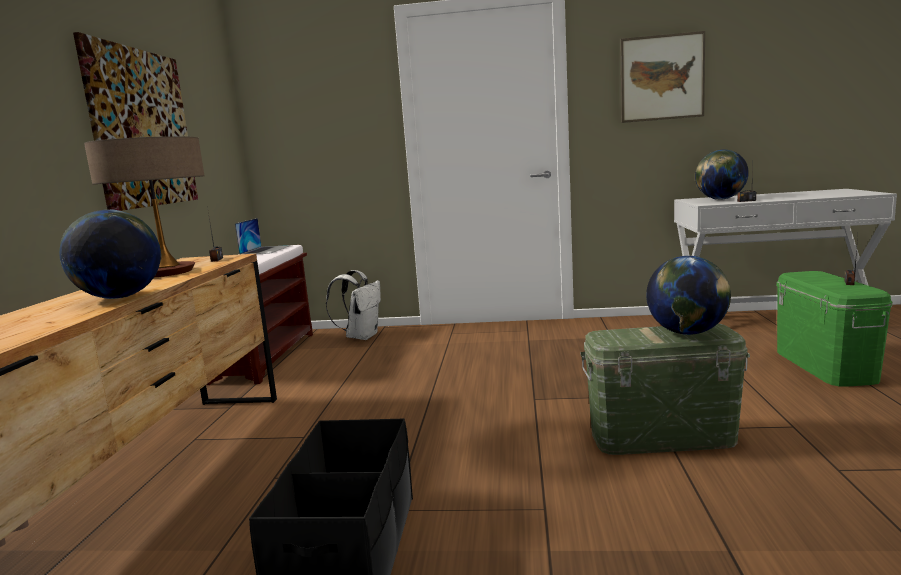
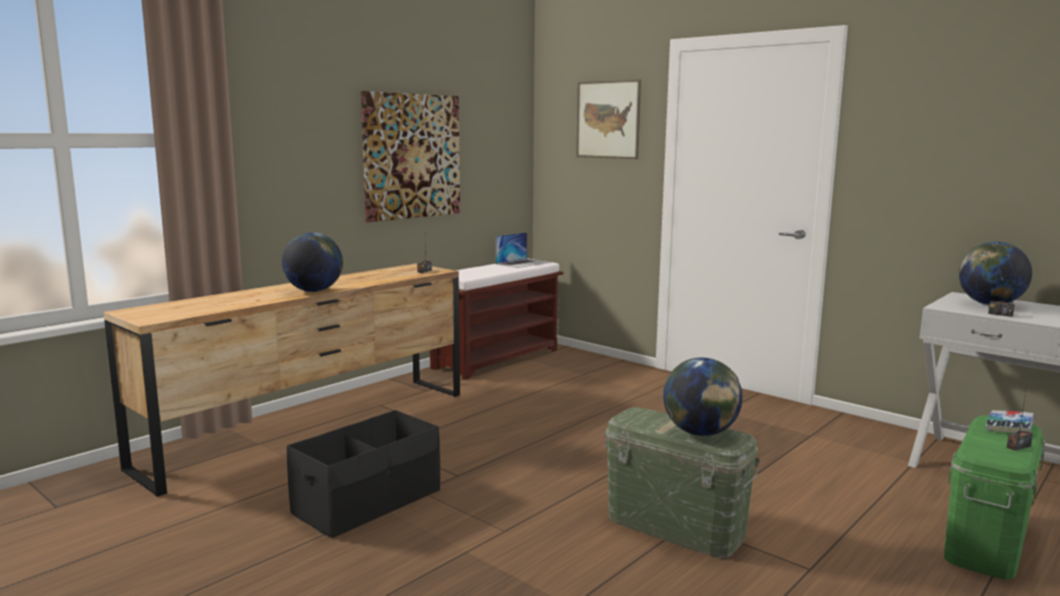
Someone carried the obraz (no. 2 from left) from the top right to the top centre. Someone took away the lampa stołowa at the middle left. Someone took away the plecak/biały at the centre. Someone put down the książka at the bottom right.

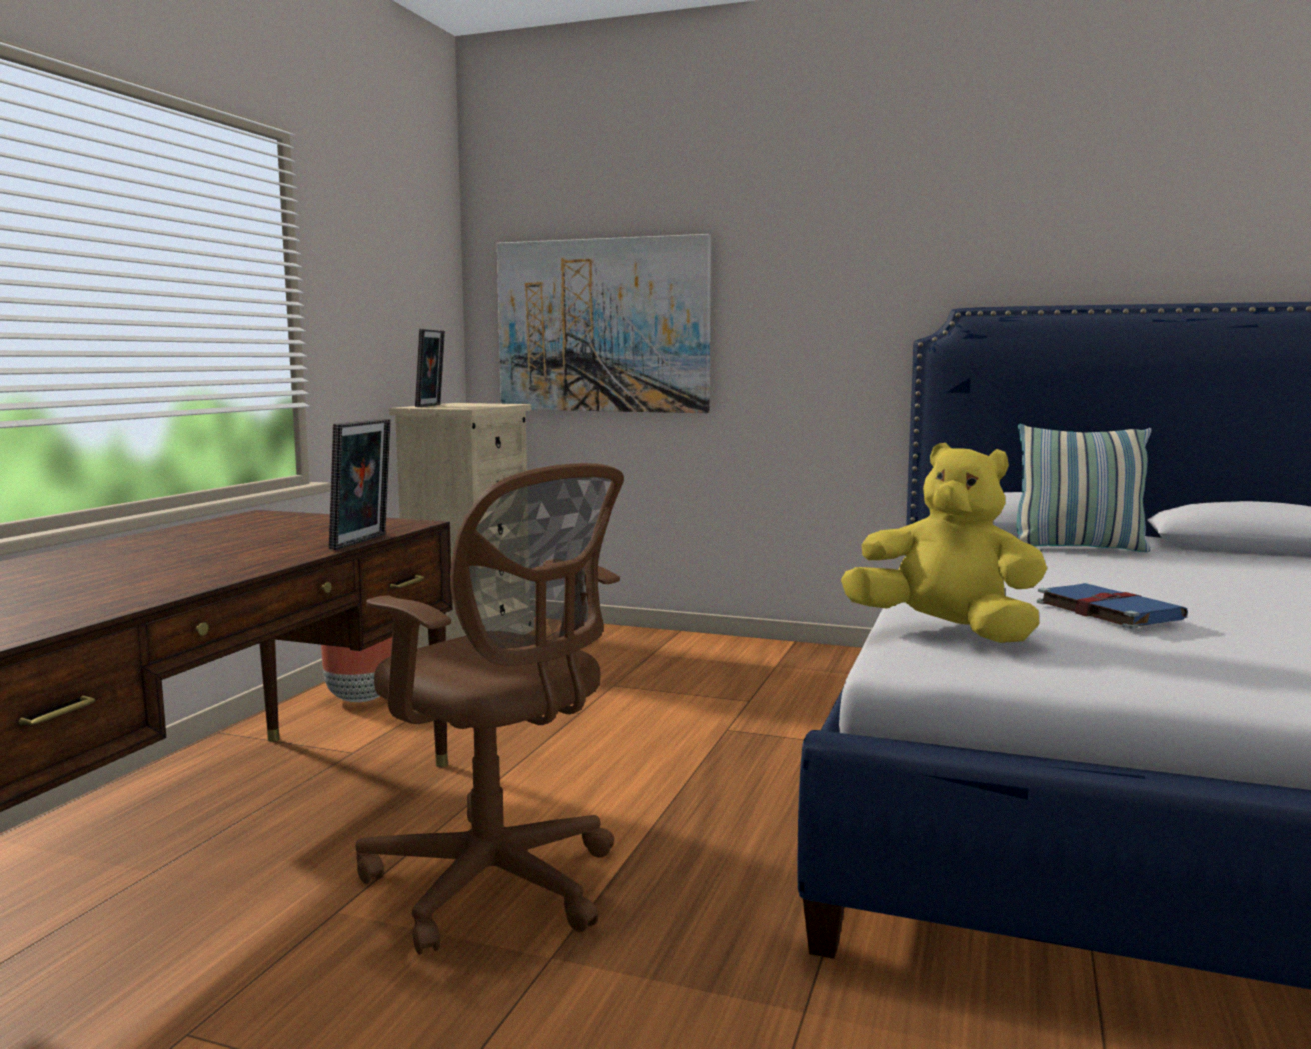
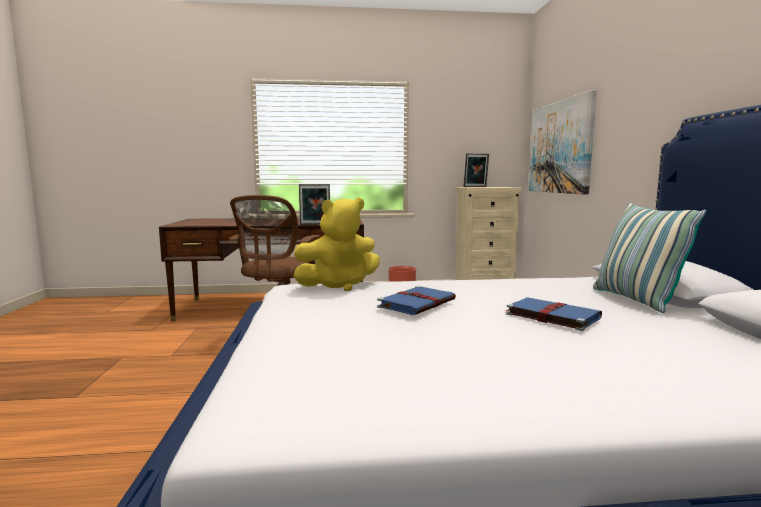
Someone rotated the pluszak/żółty at the middle right by 60 degrees clockwise. Someone put down the książka/niebieski (no. 2 from left) at the middle right.

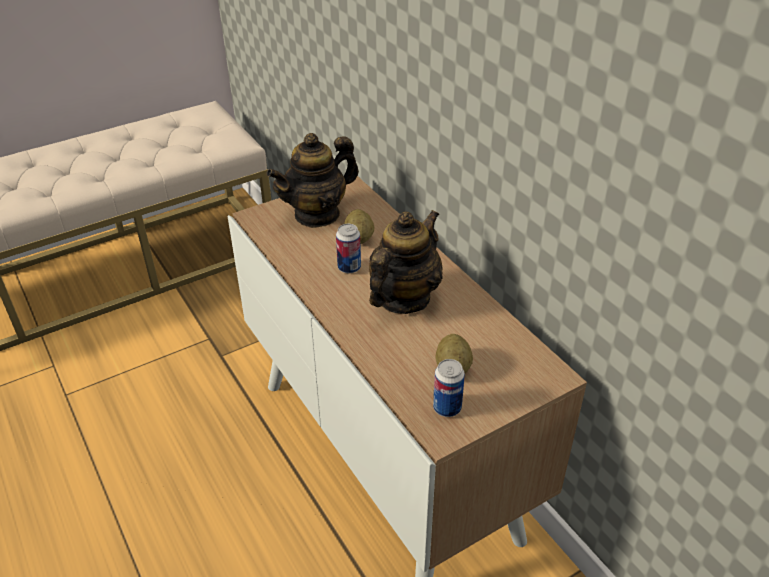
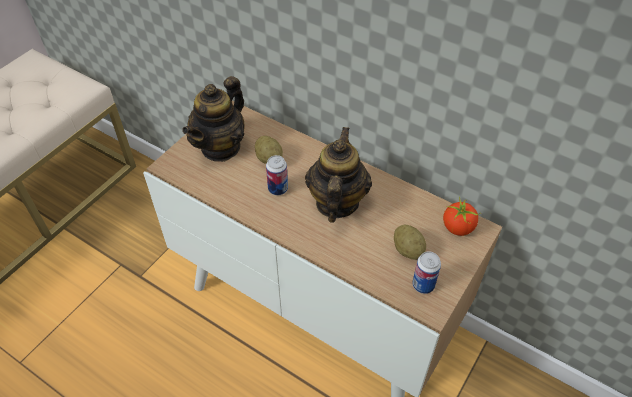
Someone put down the pomidor at the middle right.

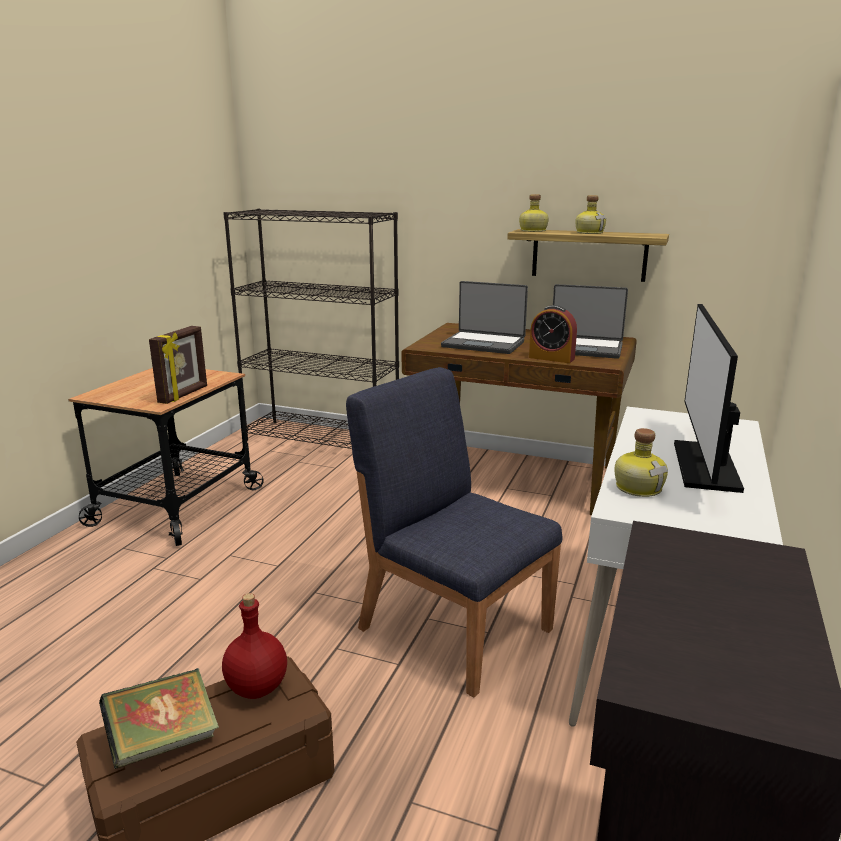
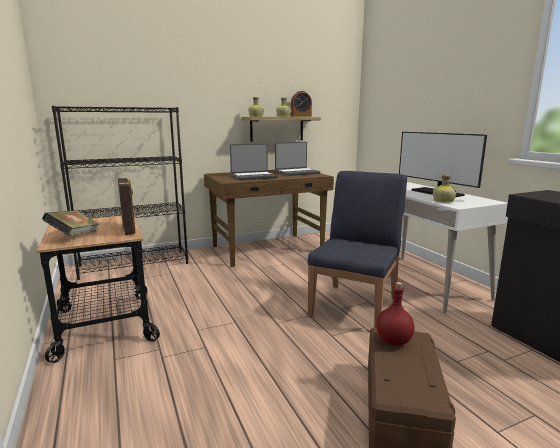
Someone carried the budzik from the centre to the top centre. Someone rotated the krzesło/niebieski at the centre by 120 degrees clockwise. Someone carried the książka from the bottom left to the middle left.

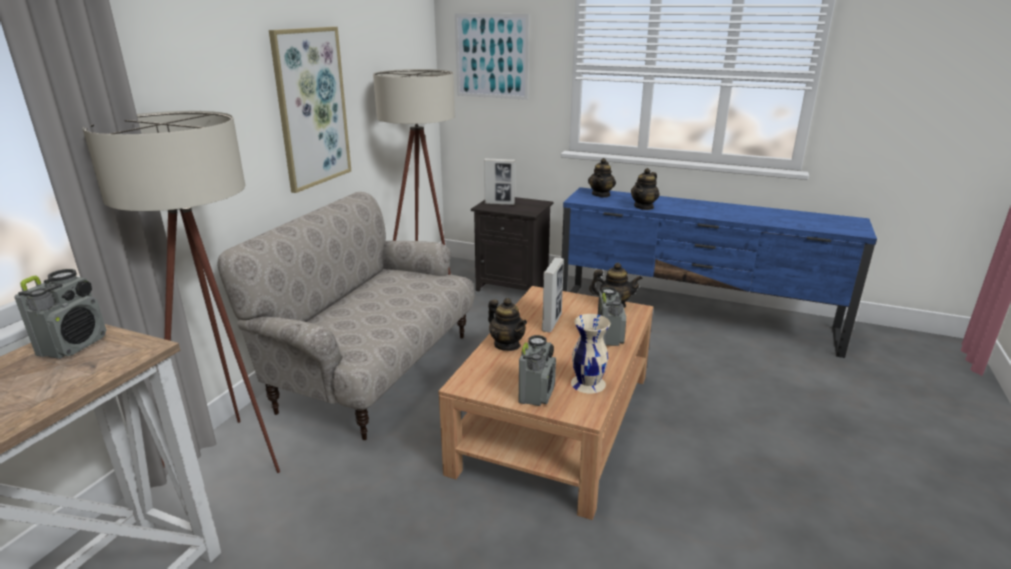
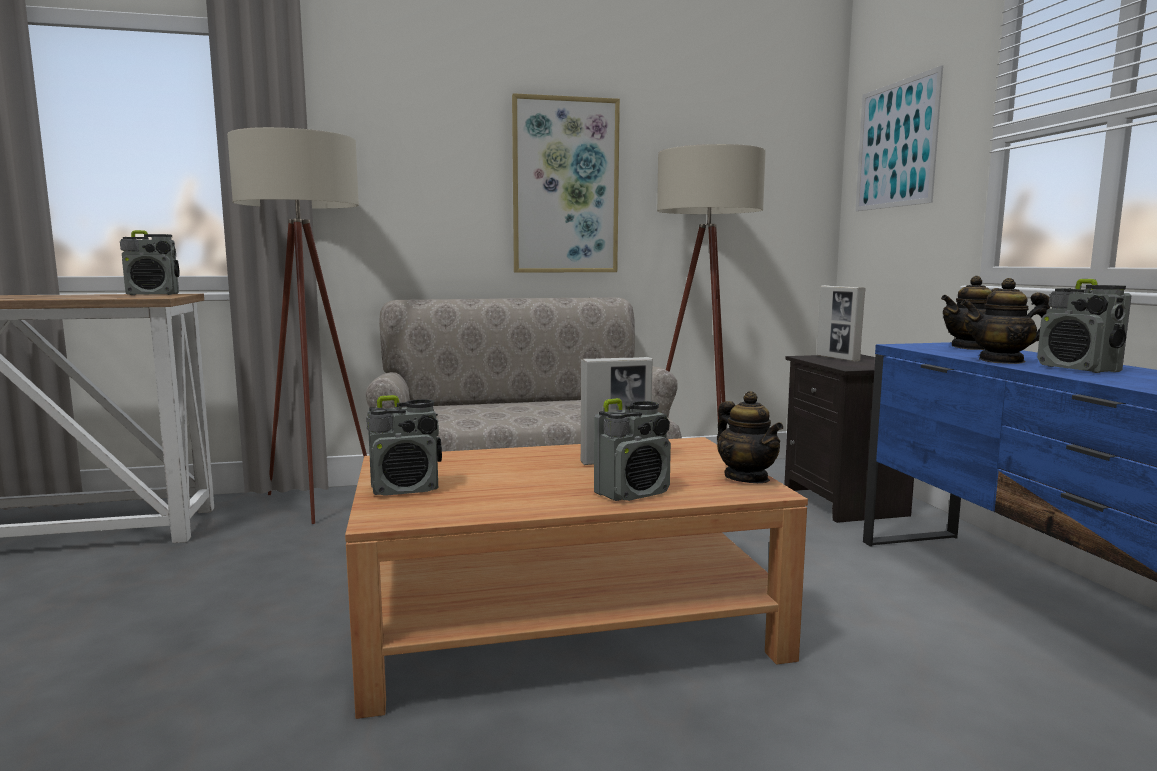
Someone took away the imbryk (no. 1 from left) at the centre. Someone took away the wazon/beżowy at the centre. Someone put down the radio (no. 4 from left) at the middle right.

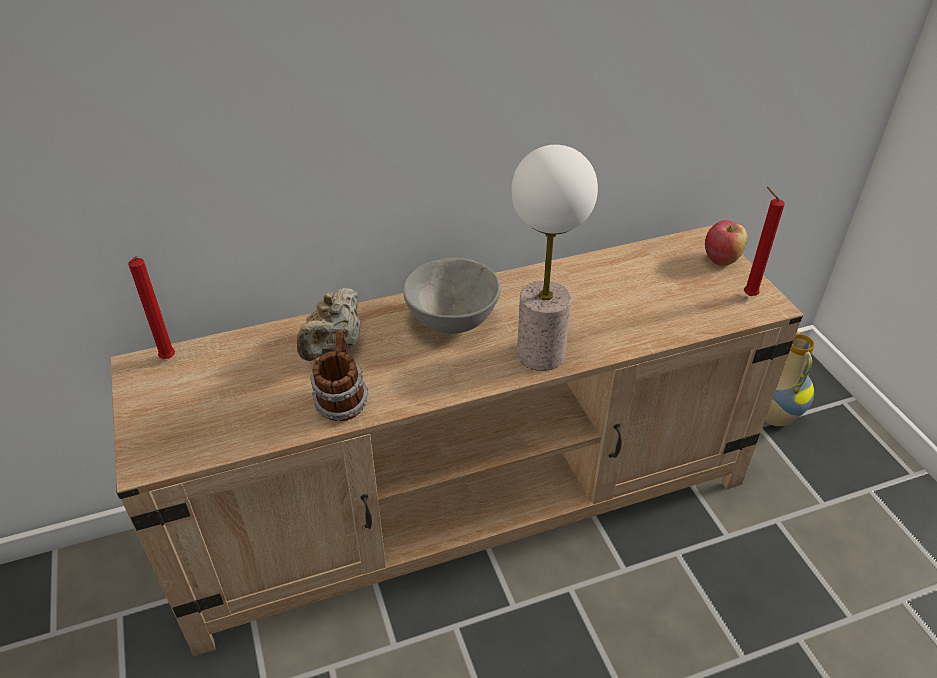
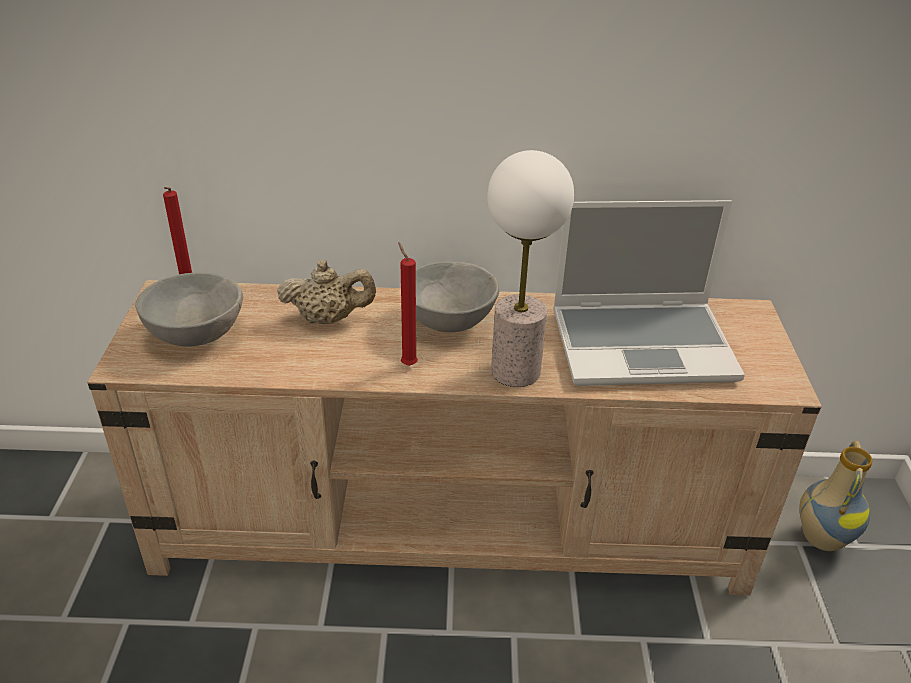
Someone carried the świeca/czerwony (no. 2 from left) from the middle right to the centre. Someone took away the jabłko at the middle right. Someone rotated the imbryk/beżowy at the centre by 135 degrees counterclockwise. Someone took away the kubek at the centre. Someone put down the laptop at the middle right. Someone put down the miska/szary (no. 1 from left) at the middle left.

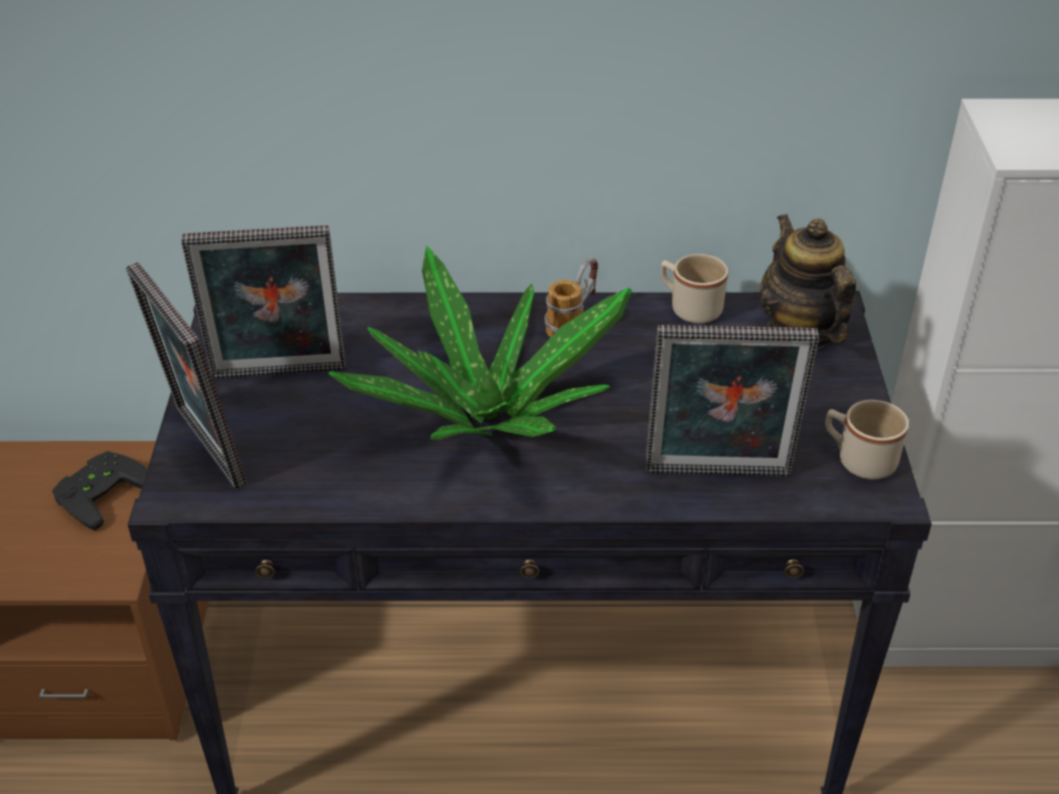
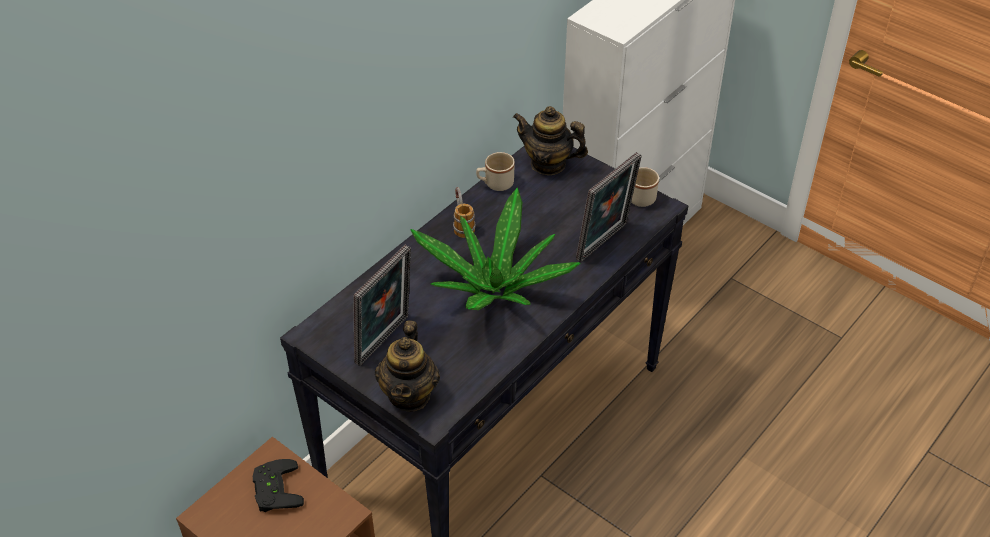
Someone swapped the ramka na zdjęcie (no. 1 from left) at the middle left for the imbryk (no. 1 from left) at the bottom centre.

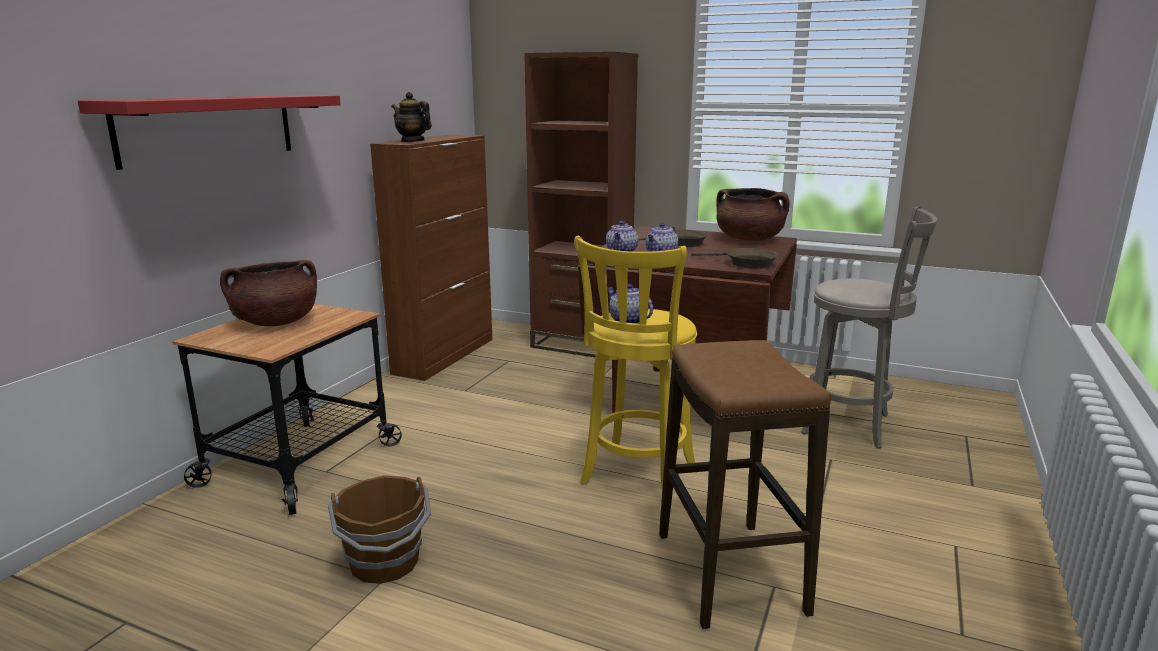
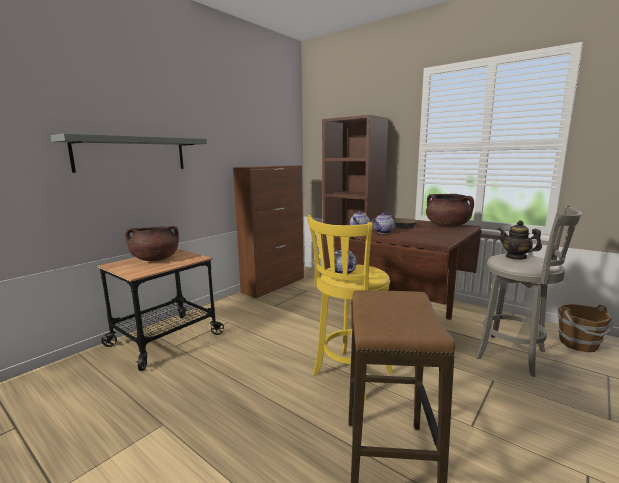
Someone carried the imbryk (no. 1 from left in the first image) from the top centre to the middle right. Someone repainted the półka/czerwony at the top left, which became the półka/szary at the top left. Someone took away the patelnia/brązowy (no. 2 from left) at the centre. Someone carried the wiadro/brązowy from the bottom left to the bottom right.

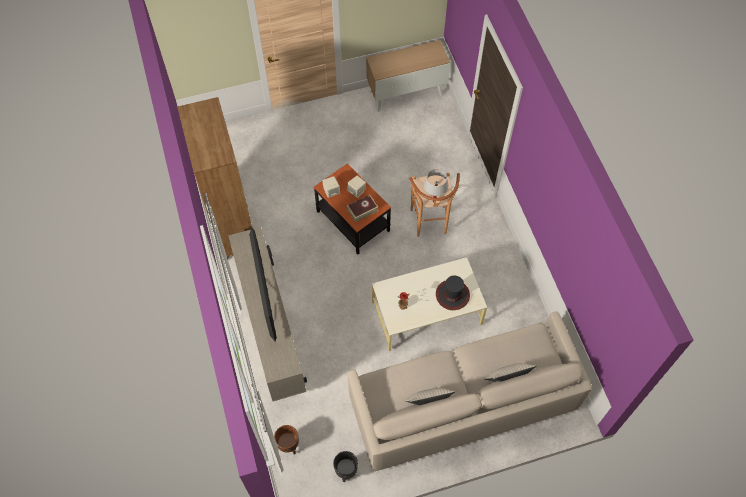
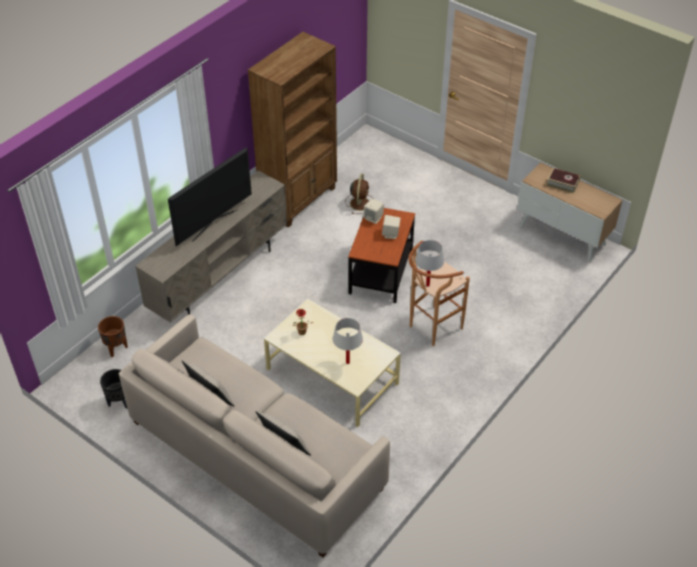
Someone carried the książka from the centre to the top right. Someone swapped the kapelusz at the centre for the lampa stołowa/biały (no. 1 from left) at the centre. Someone put down the wentylator/brązowy at the centre.

